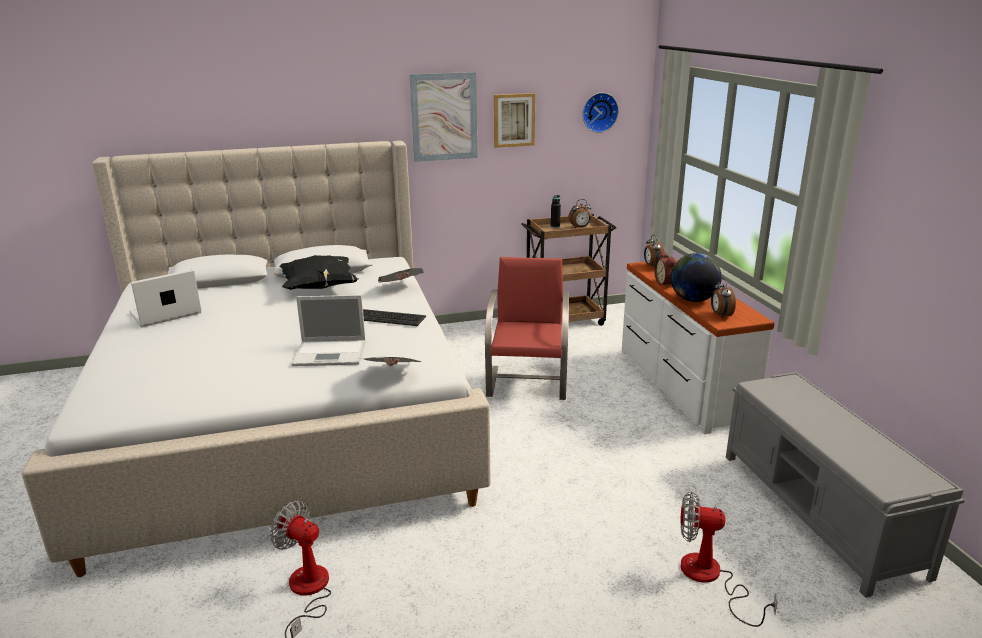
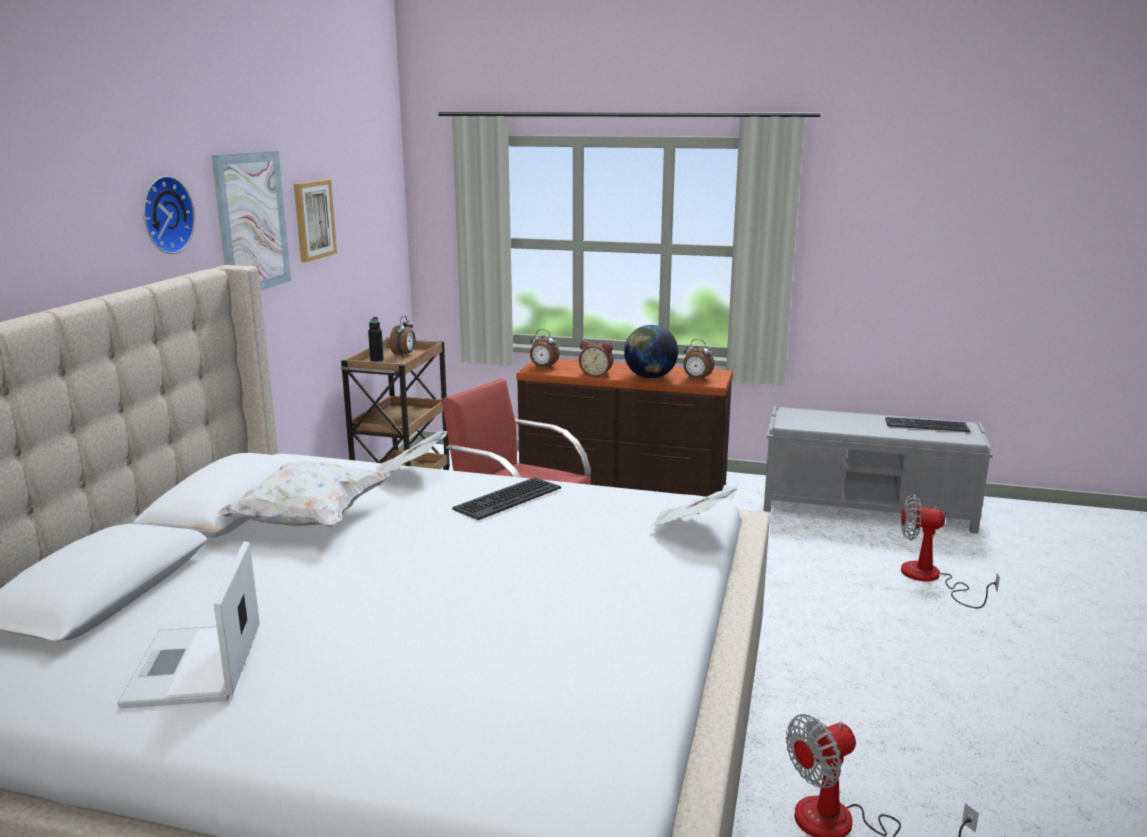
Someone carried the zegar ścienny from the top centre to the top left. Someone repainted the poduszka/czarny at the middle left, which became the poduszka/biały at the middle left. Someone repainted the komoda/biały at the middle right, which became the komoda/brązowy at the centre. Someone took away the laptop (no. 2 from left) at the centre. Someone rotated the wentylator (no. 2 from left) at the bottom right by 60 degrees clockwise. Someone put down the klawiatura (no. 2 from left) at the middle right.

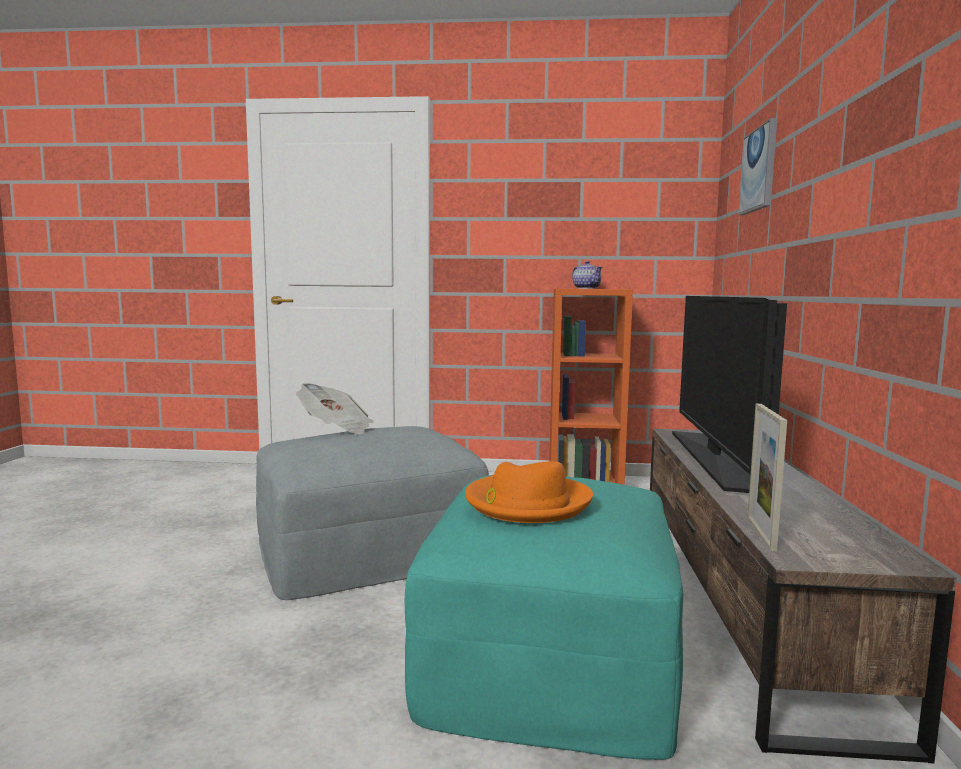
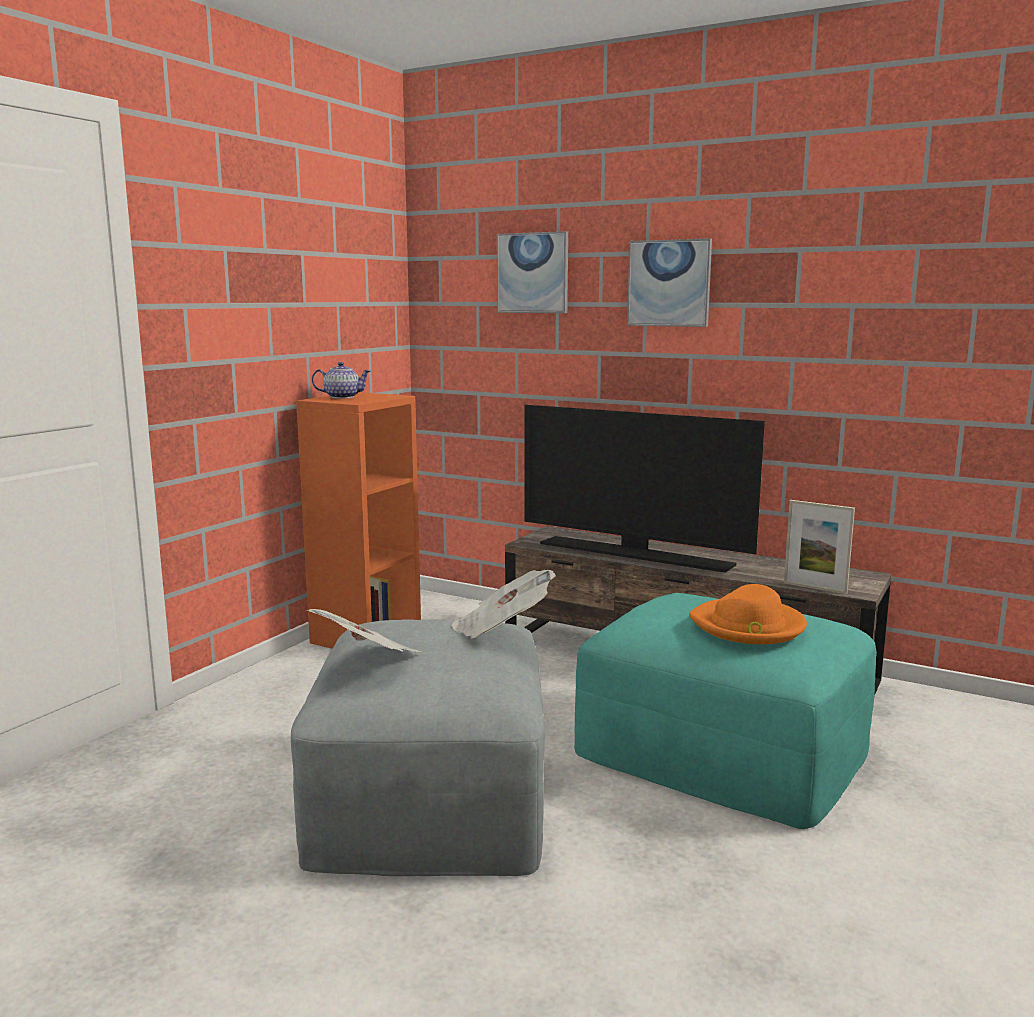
Someone put up the obraz (no. 2 from left) at the top centre. Someone put down the gazeta (no. 2 from left) at the centre.

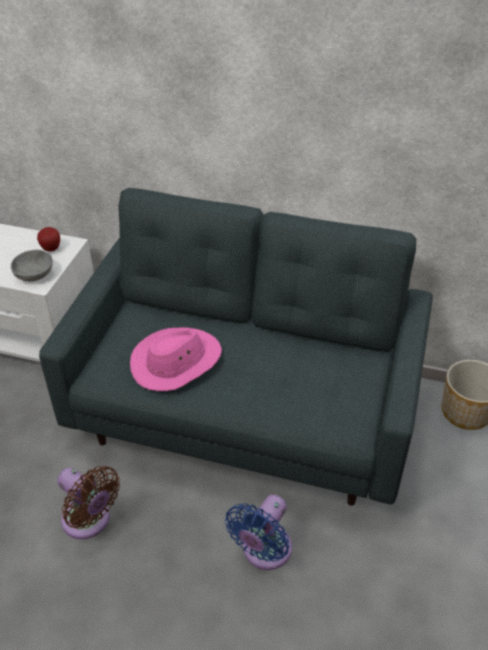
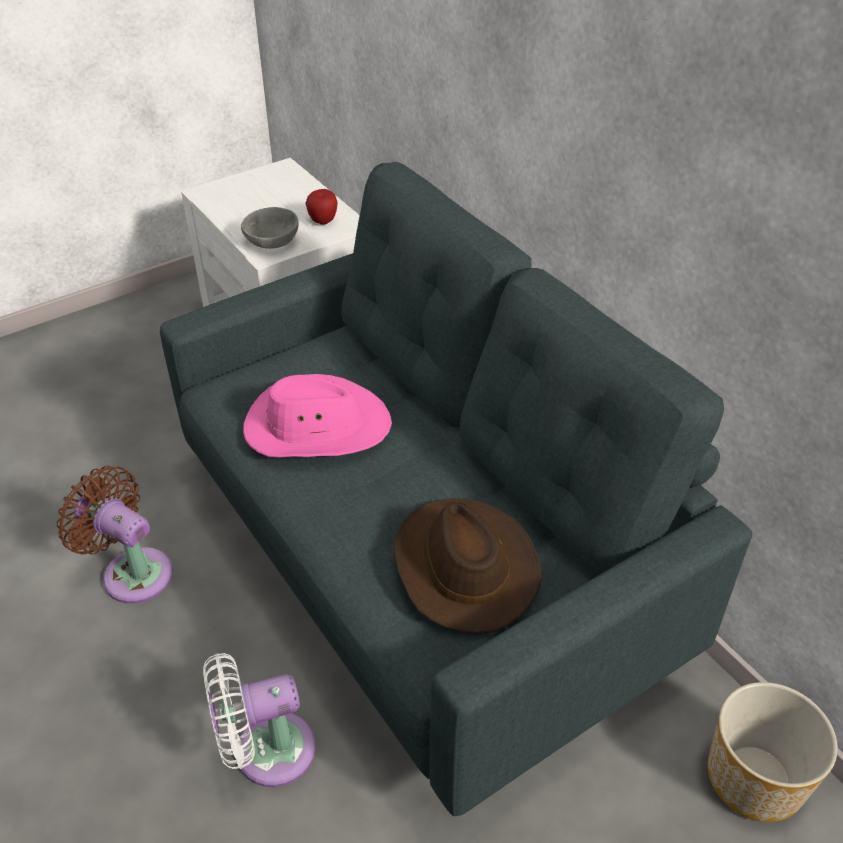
Someone rotated the wentylator/brązowy at the bottom left by 135 degrees clockwise. Someone repainted the wentylator/niebieski at the bottom centre, which became the wentylator/biały at the bottom left. Someone put down the kapelusz/brązowy at the bottom centre.

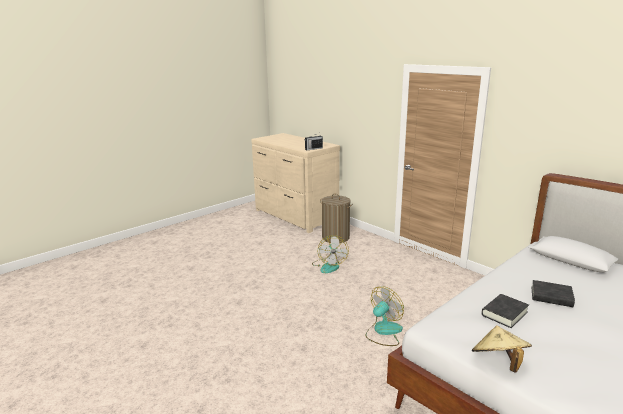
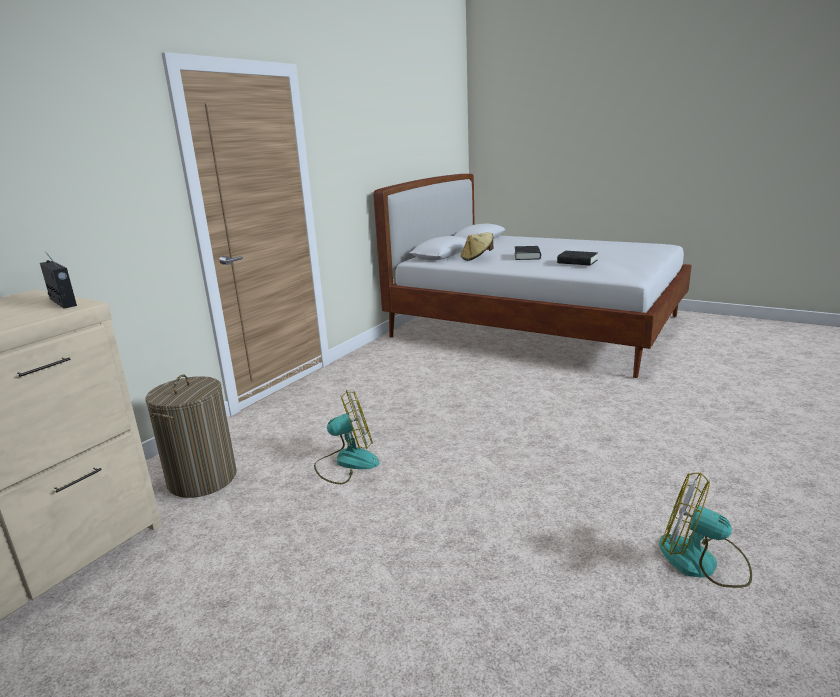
Someone carried the wentylator (no. 2 from left) from the bottom centre to the bottom right. Someone carried the kapelusz/beżowy from the bottom right to the centre.

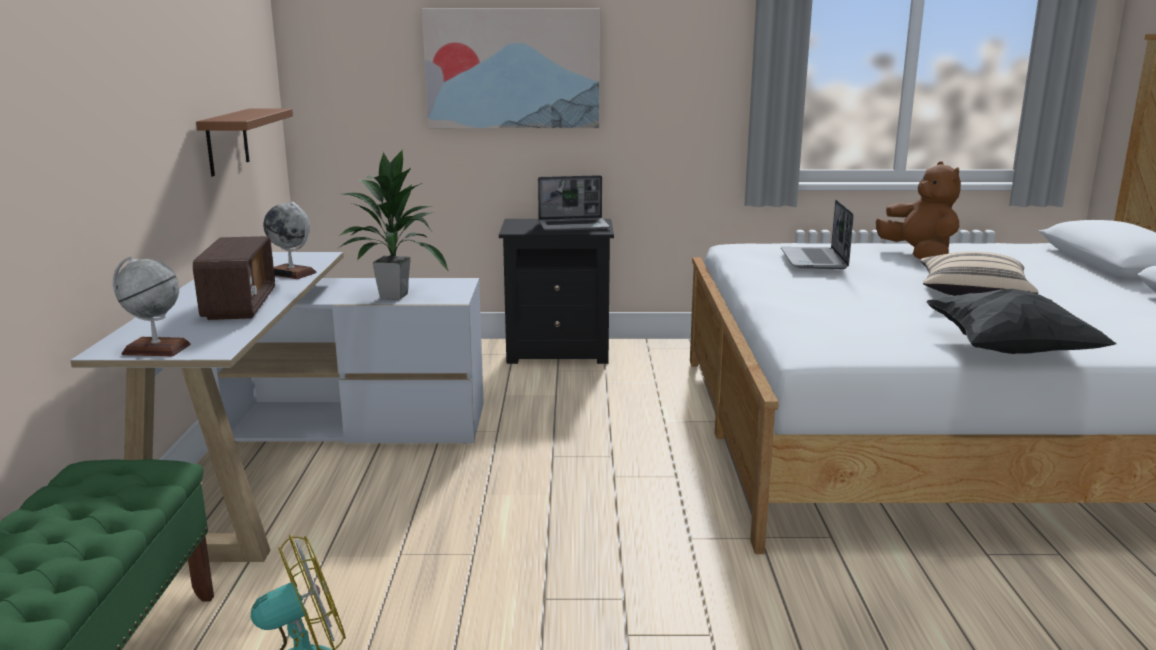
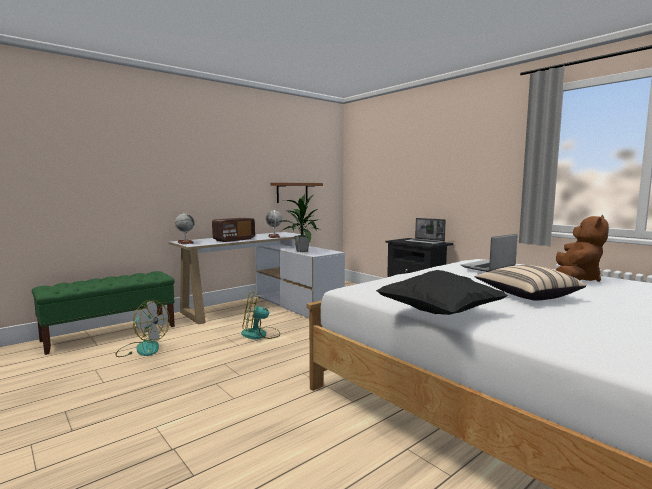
Someone took away the obraz at the top centre. Someone put down the wentylator (no. 2 from left) at the centre.

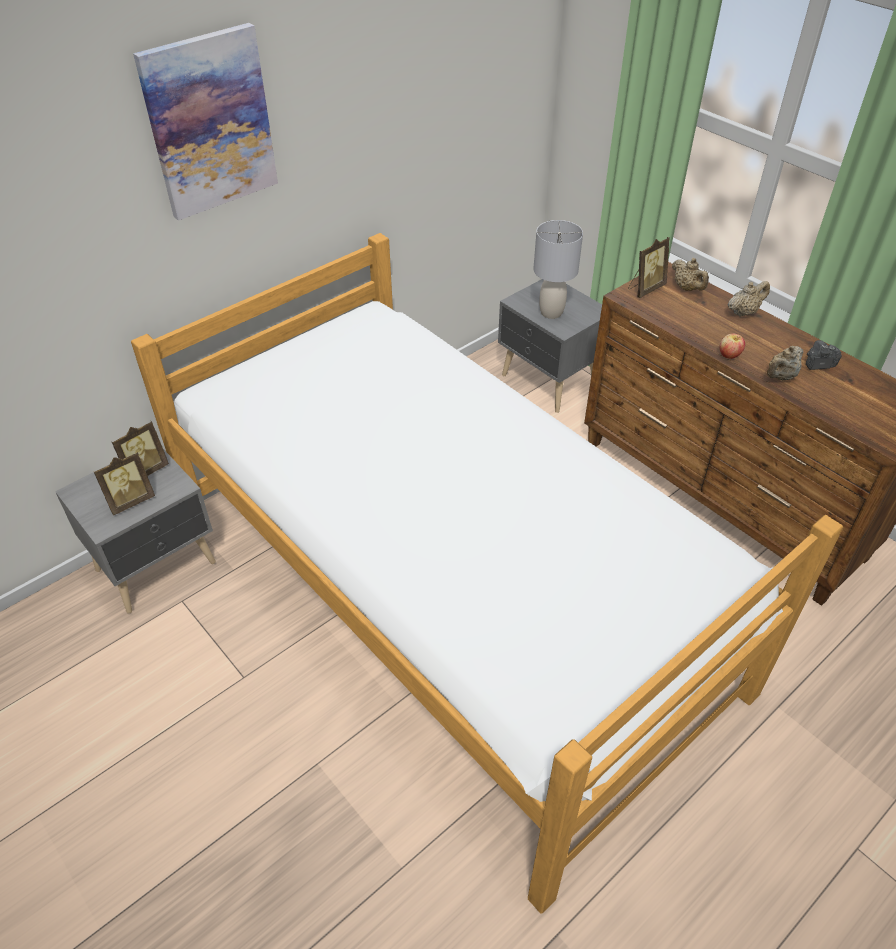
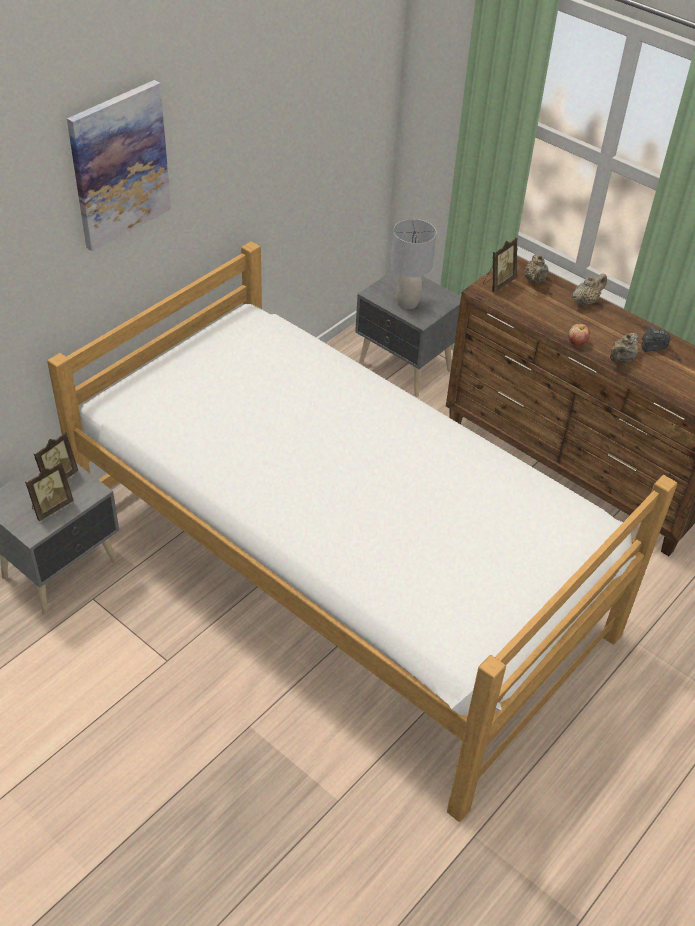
Someone rotated the imbryk/beżowy (no. 1 from left) at the top right by 45 degrees clockwise.

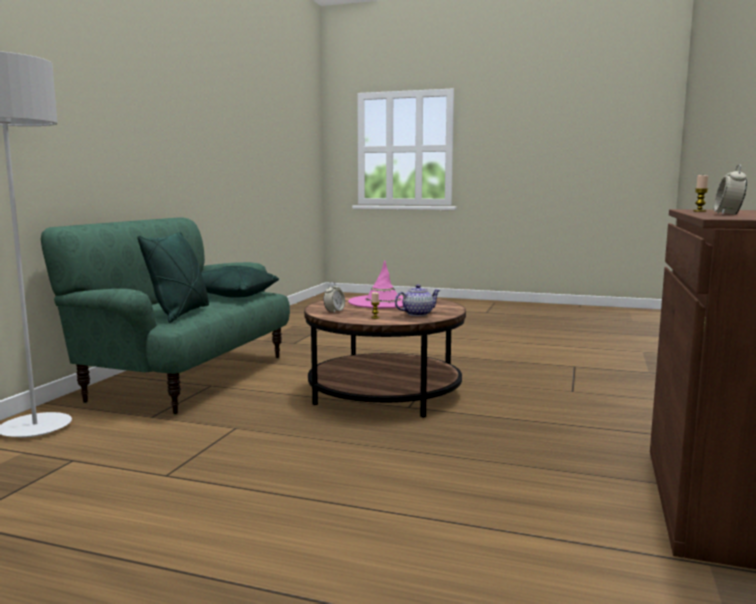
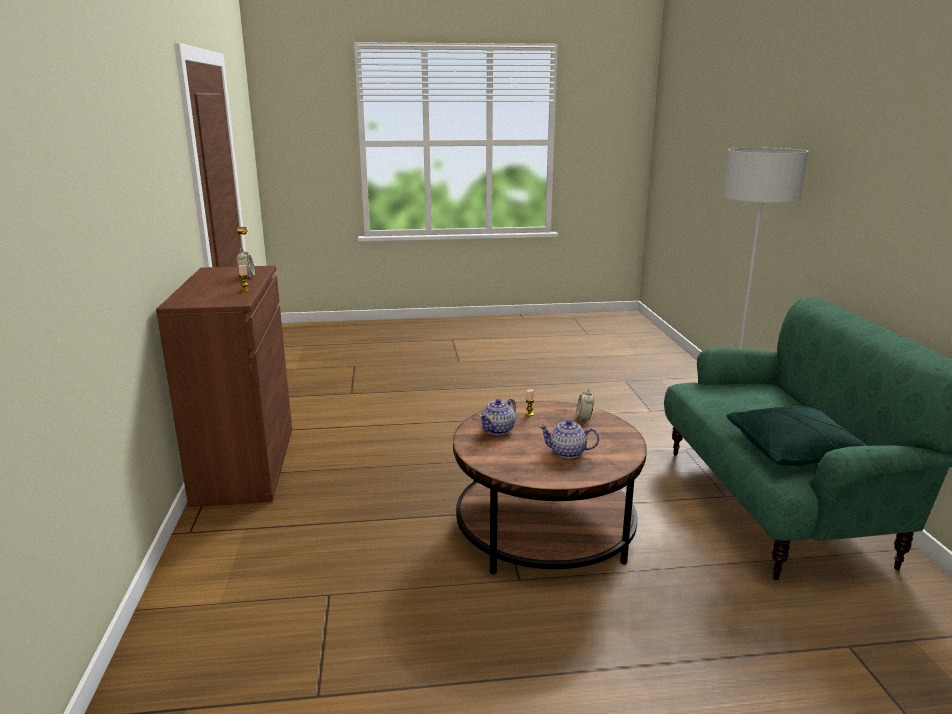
Someone took away the poduszka/zielony (no. 1 from left) at the middle left. Someone swapped the kapelusz/różowy at the centre for the imbryk (no. 2 from left) at the centre.

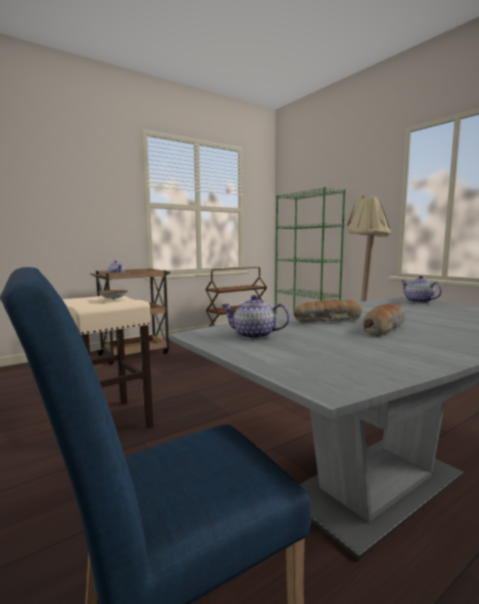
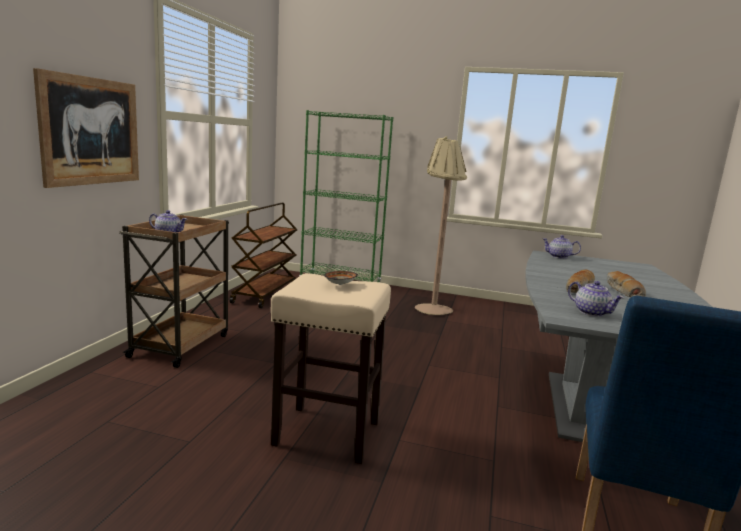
Someone rotated the imbryk (no. 2 from left in the first image) at the centre by 105 degrees counterclockwise. Someone put up the obraz at the top left.

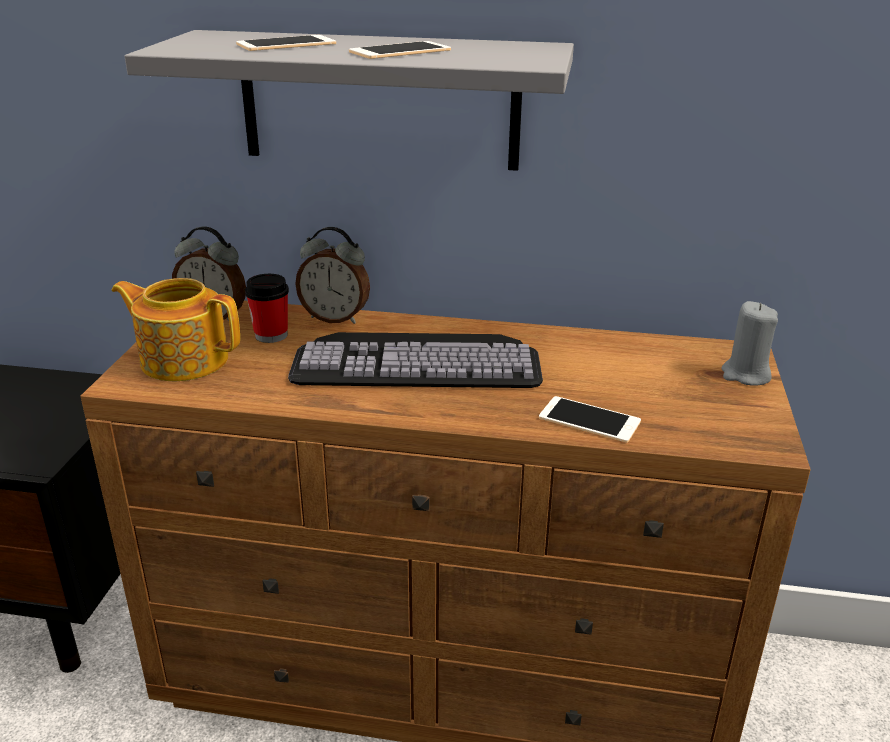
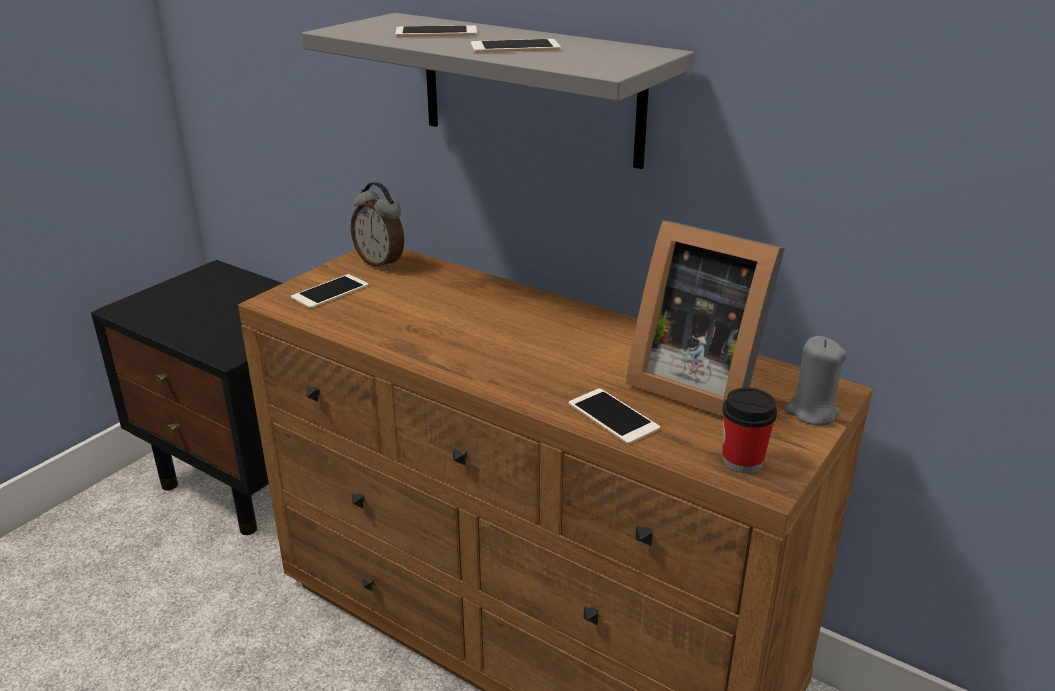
Someone took away the budzik (no. 2 from left) at the centre. Someone carried the filiżanka from the middle left to the middle right. Someone swapped the imbryk at the middle left for the telefon (no. 1 from left) at the middle left. Someone took away the klawiatura at the centre. Someone put down the ramka na zdjęcie at the middle right.

